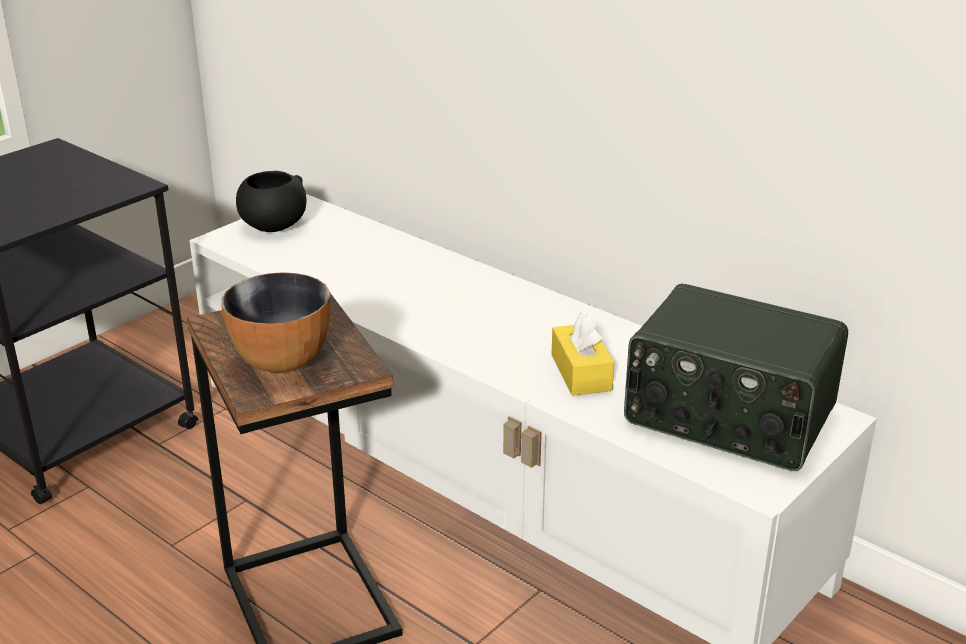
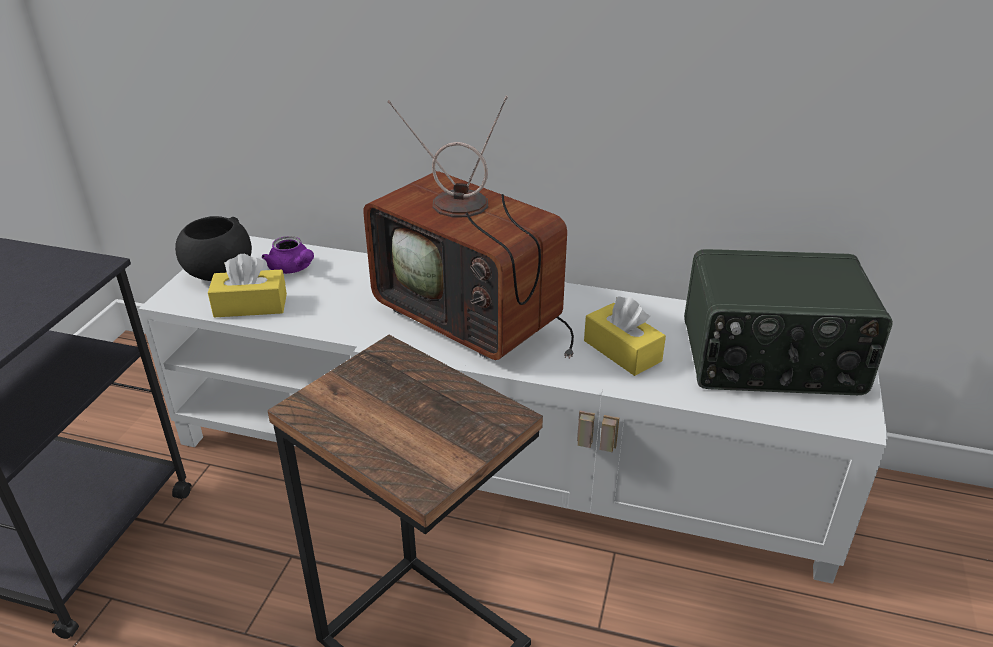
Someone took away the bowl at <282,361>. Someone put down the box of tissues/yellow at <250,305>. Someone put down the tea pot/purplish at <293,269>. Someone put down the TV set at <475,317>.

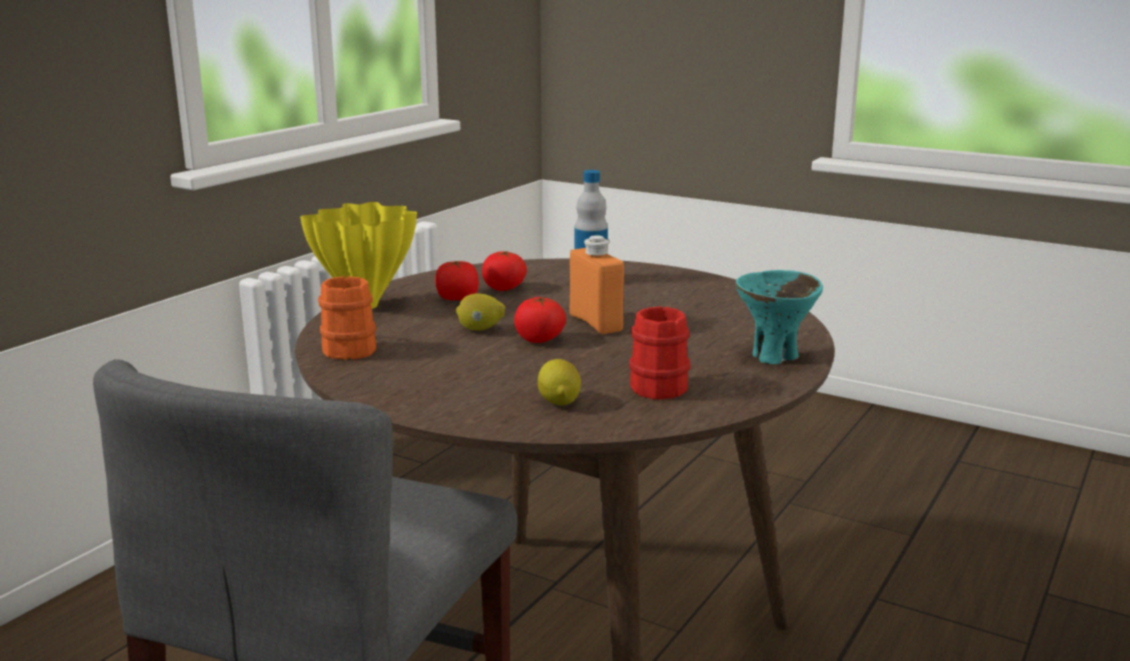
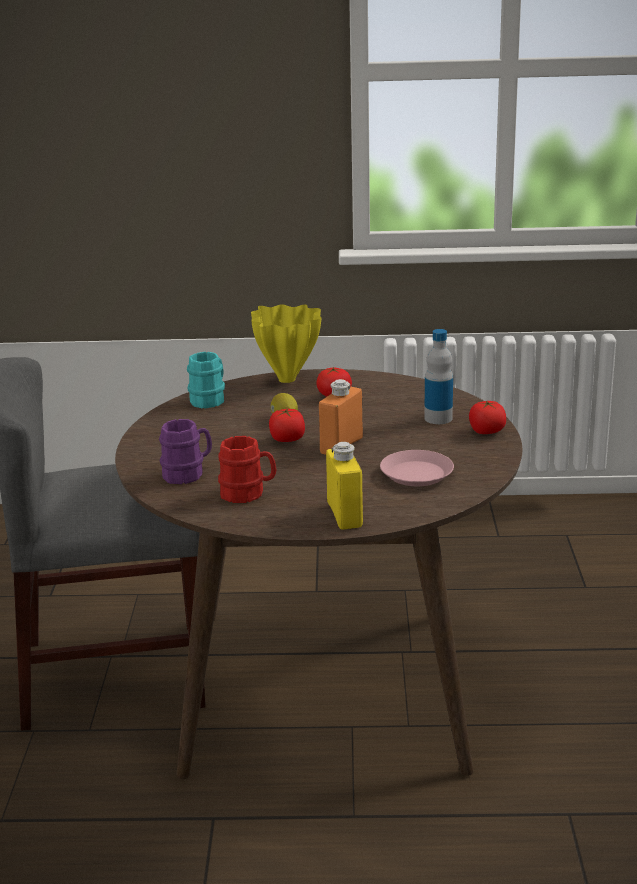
Someone repainted the mug/orange at <346,348>, which became the mug/blue-green at <210,399>. Someone carried the tomato from <504,288> to <486,432>. Someone swapped the whole lemon at <559,401> for the mug/purplish at <188,473>. Someone swapped the bowl/blue-green at <774,357> for the beverage bottle/yellow at <344,515>. Someone put down the dinner plate/pink at <417,474>.

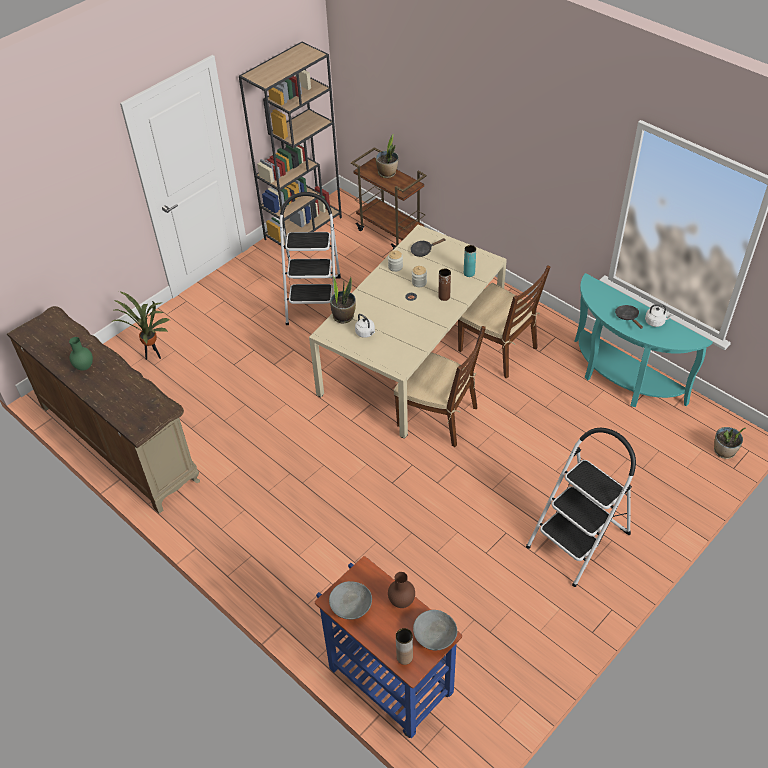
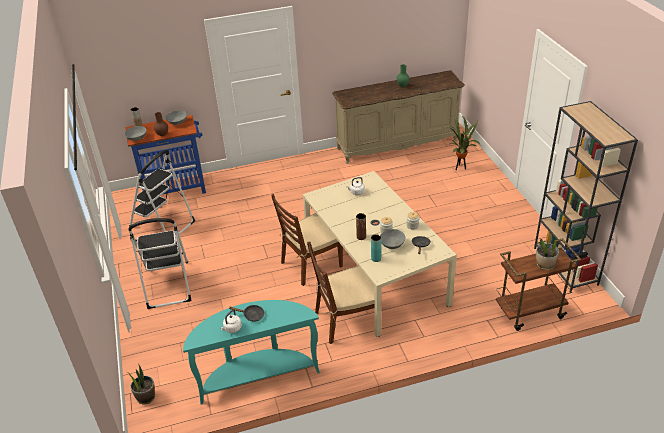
Someone carried the step stool from <314,299> to <163,224>. Someone took away the plant in a pot at <343,316>. Someone put down the bowl/grey at <392,244>.

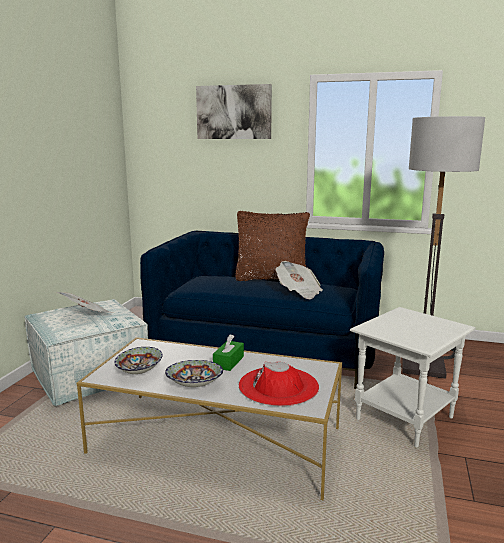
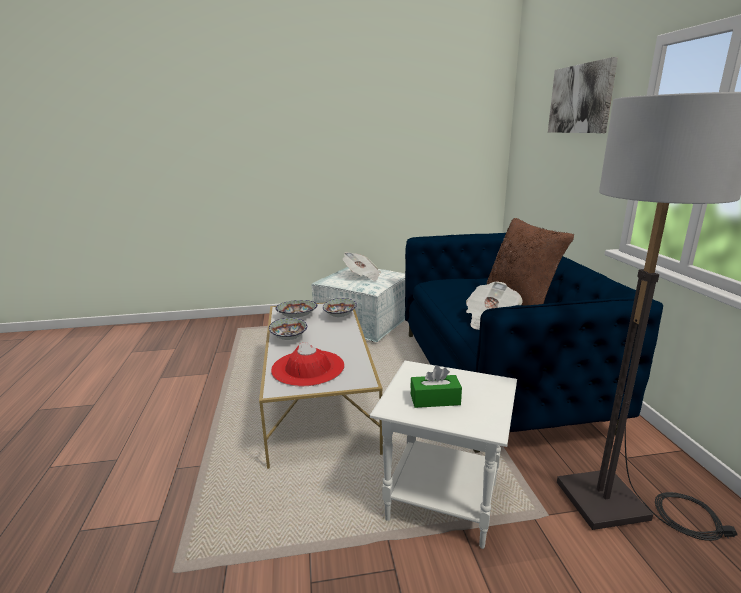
Someone carried the box of tissues/green-coloured from <228,362> to <435,399>. Someone put down the bowl at <340,316>.

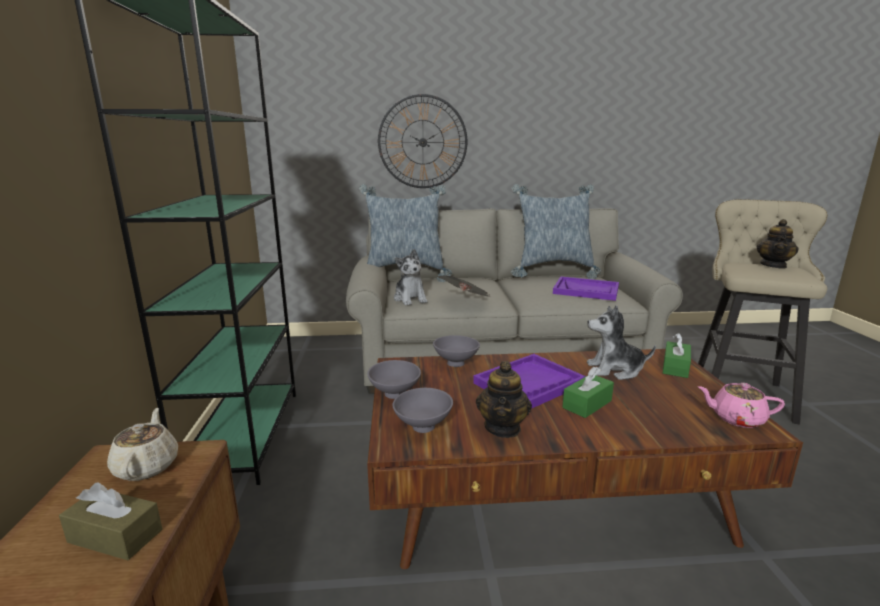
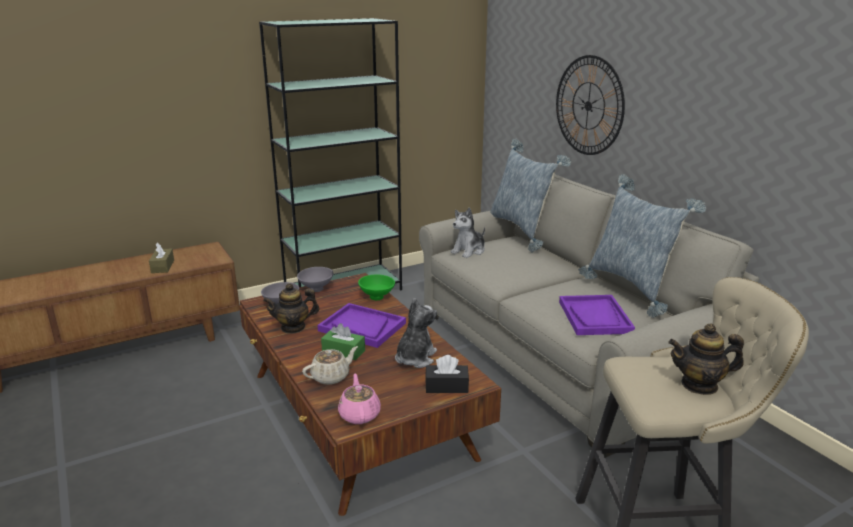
Someone carried the tea pot/beige-coloured from <147,466> to <331,377>. Someone repainted the bowl/grey at <455,363>, which became the bowl/green-coloured at <377,297>. Someone took away the newspaper at <466,301>. Someone rotated the soft toy at <614,370> by 45 degrees clockwise. Someone repainted the box of tissues/green-coloured at <675,367>, which became the box of tissues/black-coloured at <446,386>.

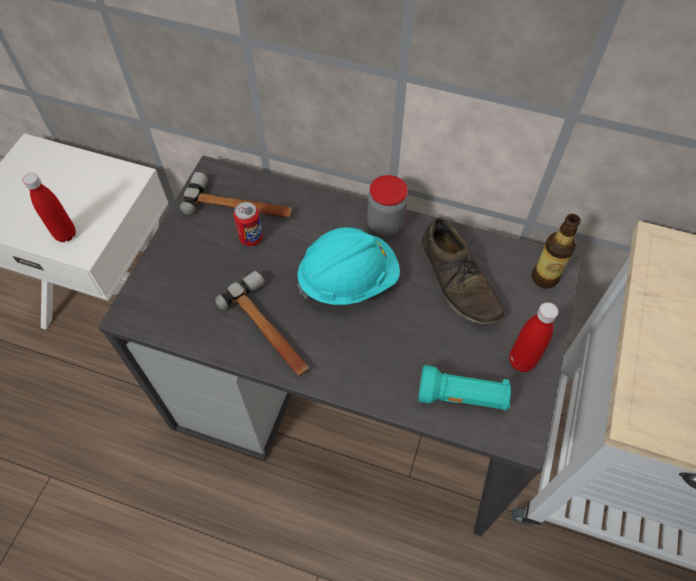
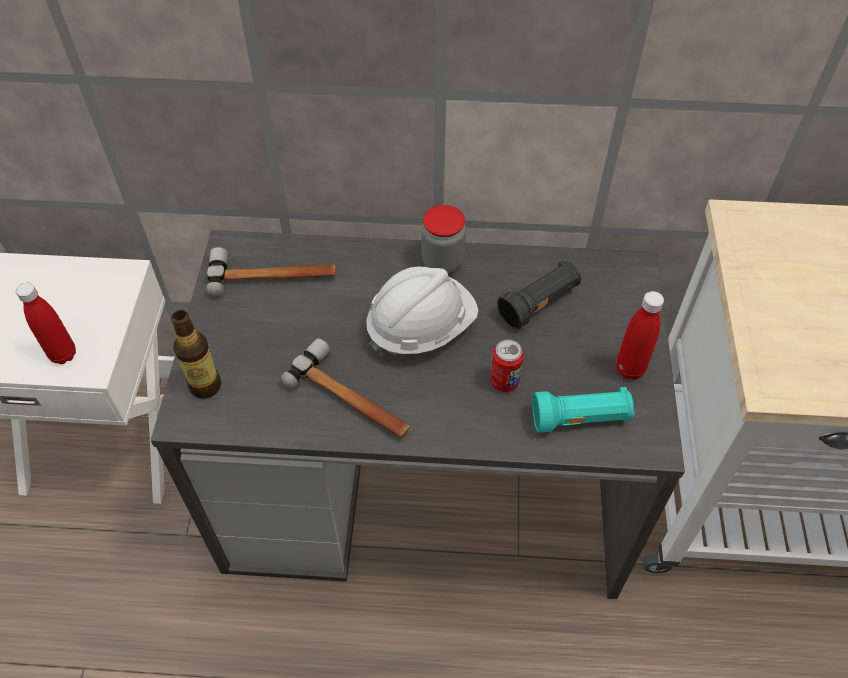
Someone carried the metal can from <251,238> to <504,381>. Someone repainted the work helmet/blue-green at <348,280>, which became the work helmet/whitish at <421,328>. Someone swapped the item of footwear/brownish at <458,281> for the torch/black-coloured at <539,304>. Someone carried the beverage bottle from <544,278> to <205,386>.

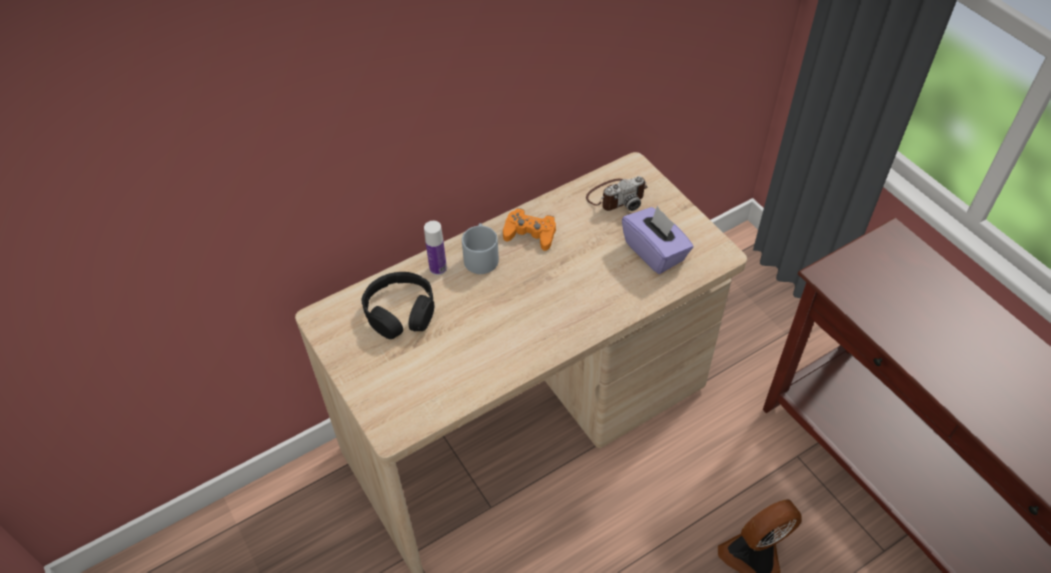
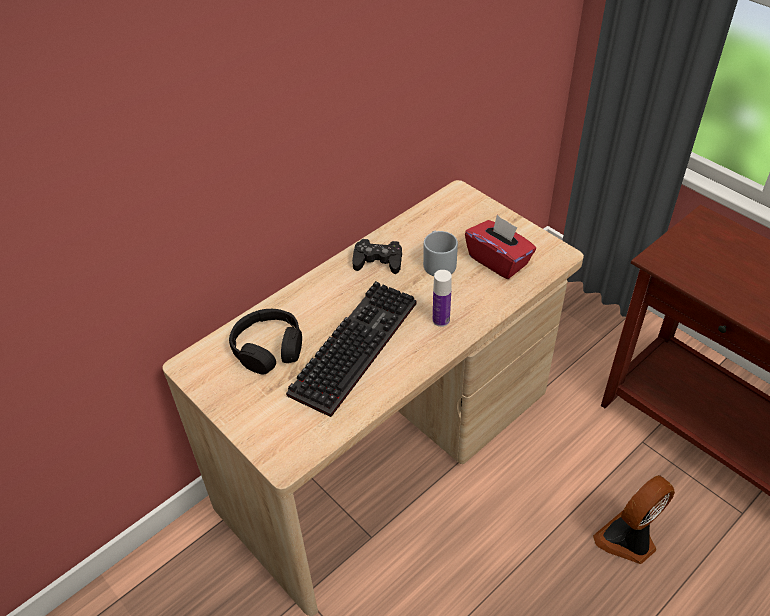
Someone carried the beverage bottle from <438,268> to <441,320>. Someone carried the mug/grey from <480,256> to <437,262>. Someone repainted the joypad/orange at <530,233>, which became the joypad/black-coloured at <378,261>. Someone took away the still camera at <616,197>. Someone repainted the box of tissues/purplish at <655,252>, which became the box of tissues/red-coloured at <498,261>. Someone put down the PC keyboard at <353,345>.

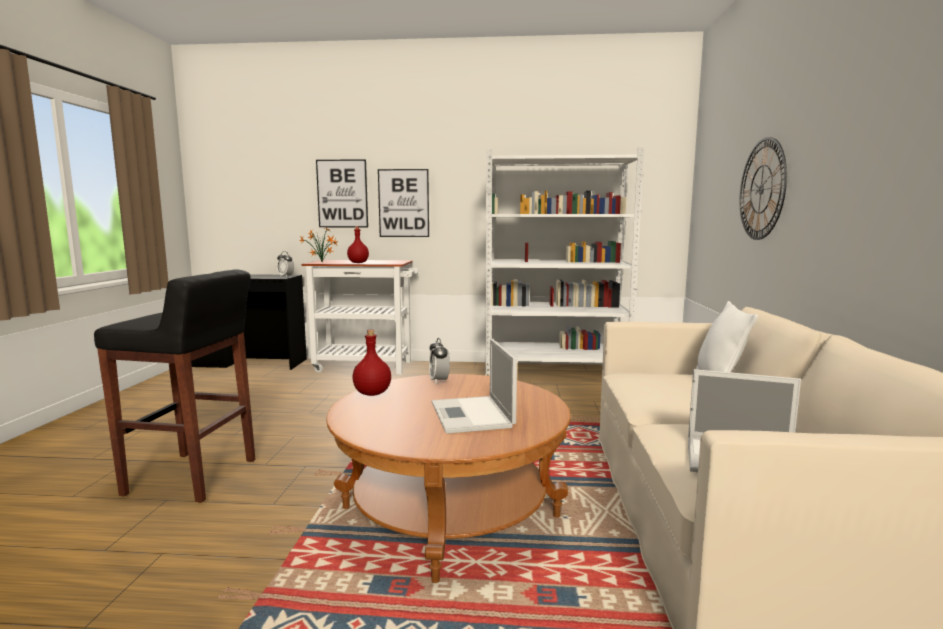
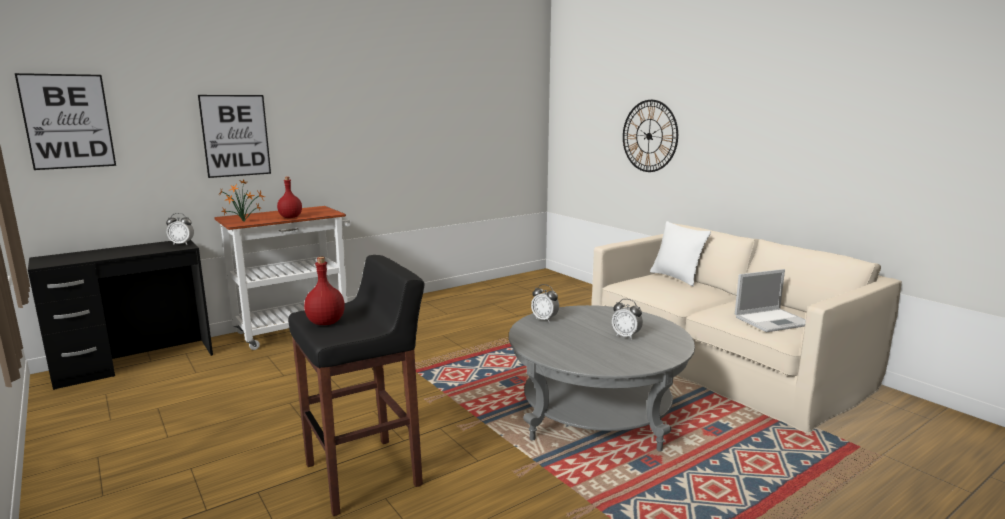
Someone repainted the low table/brownish at <450,512>, which became the low table/grey at <596,413>. Someone carried the beverage bottle/red-coloured from <373,393> to <326,322>. Someone carried the picture from <403,203> to <68,121>. Someone swapped the laptop at <472,415> for the table clock at <626,336>. Someone took away the bookcase/whitish at <554,374>.

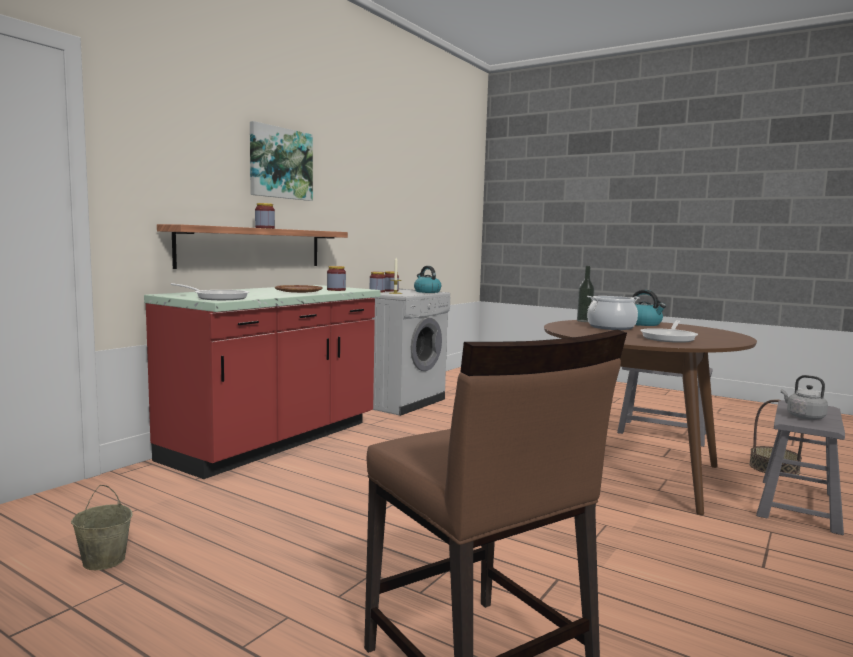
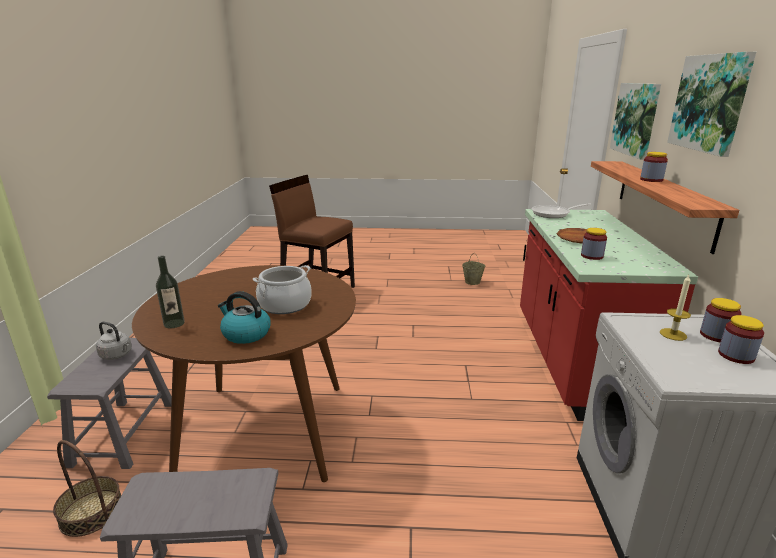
Someone took away the kettle at <426,292>. Someone carried the beverage bottle from <584,321> to <174,323>. Someone took away the skillet at <669,338>. Someone put up the picture at <636,119>.

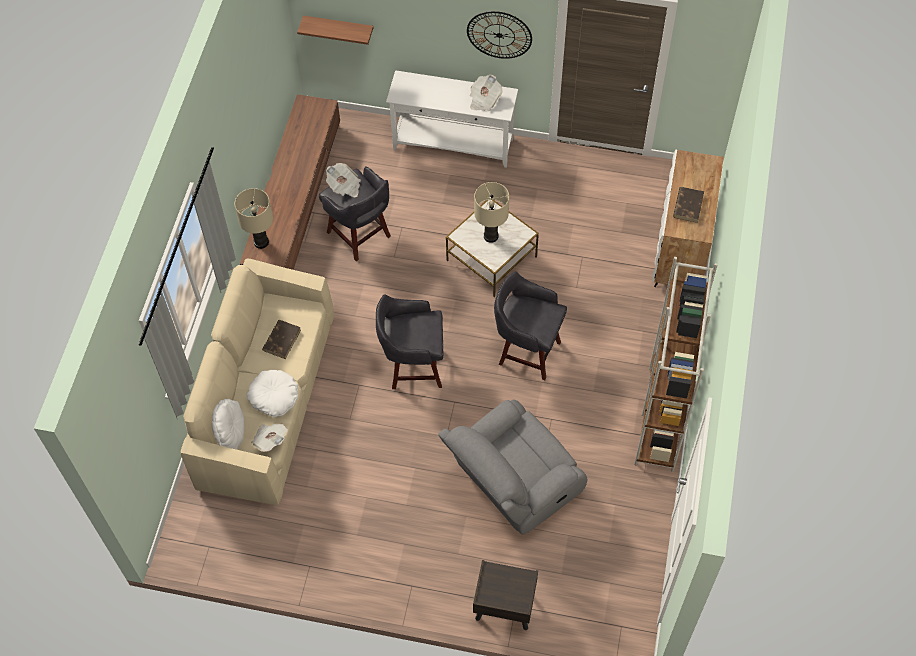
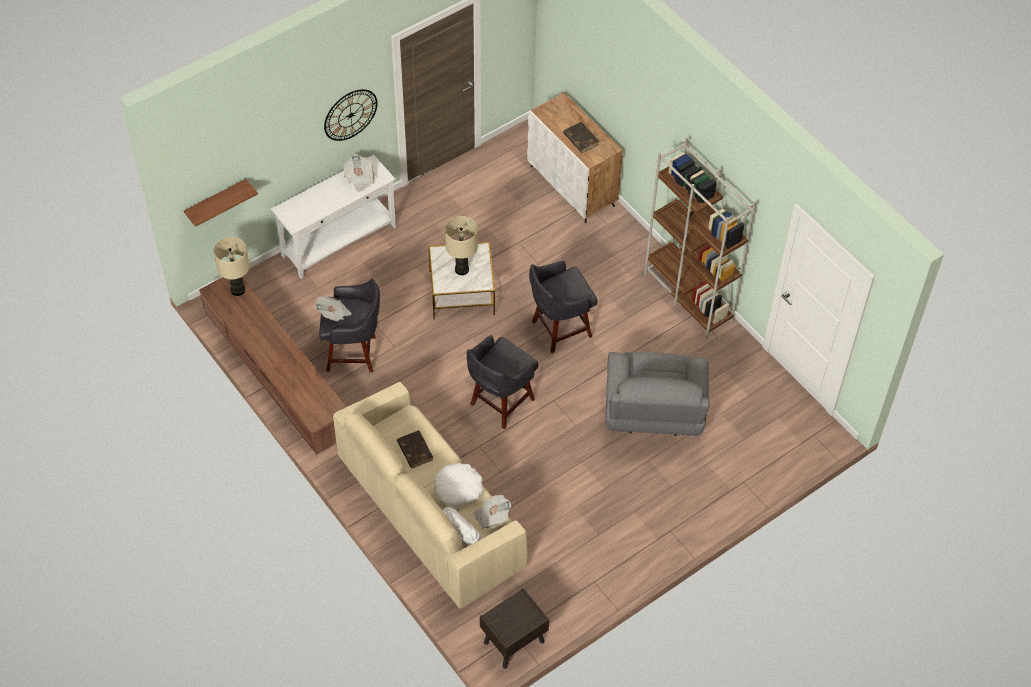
Someone carried the table lamp/beige-coloured from <261,242> to <237,290>. Someone carried the nightstand/brownish from <504,607> to <513,643>.

